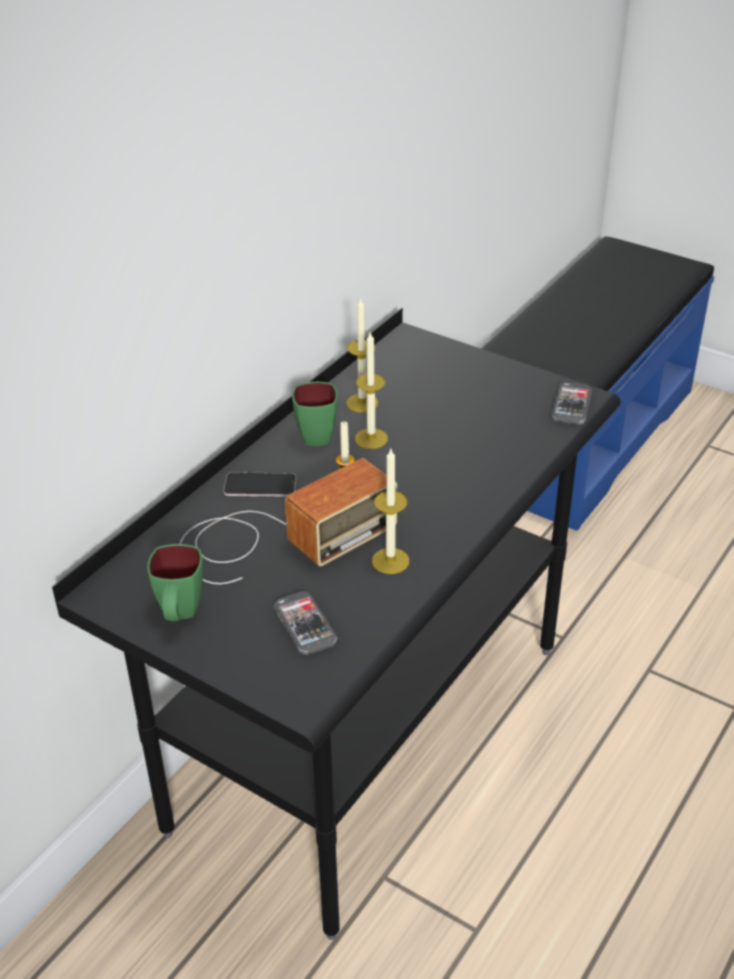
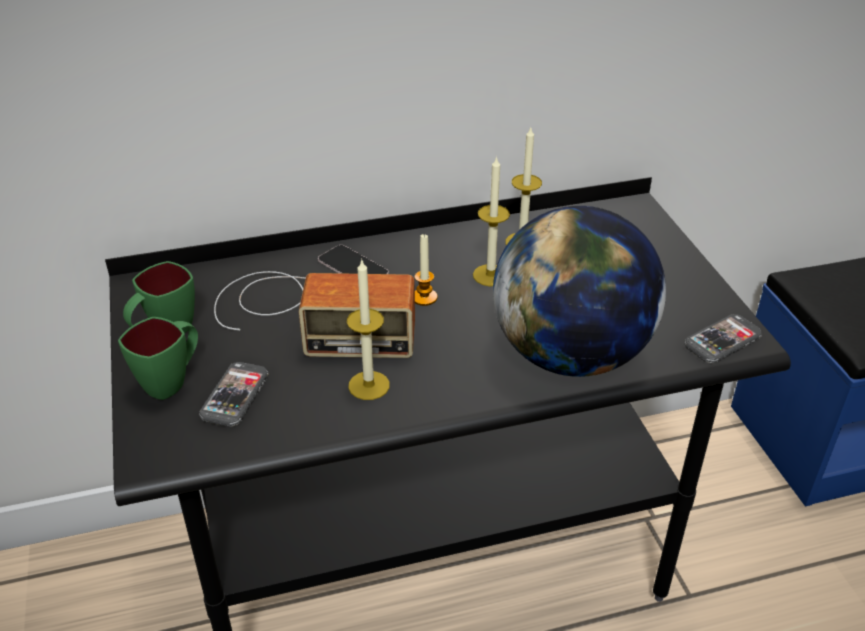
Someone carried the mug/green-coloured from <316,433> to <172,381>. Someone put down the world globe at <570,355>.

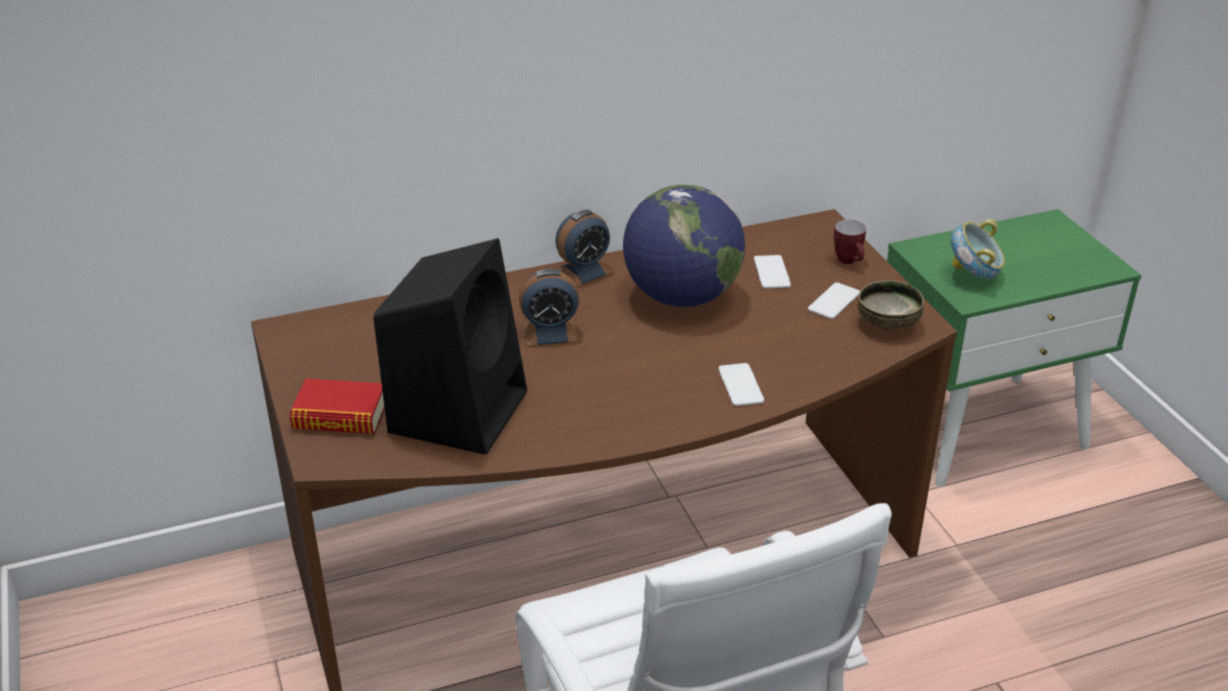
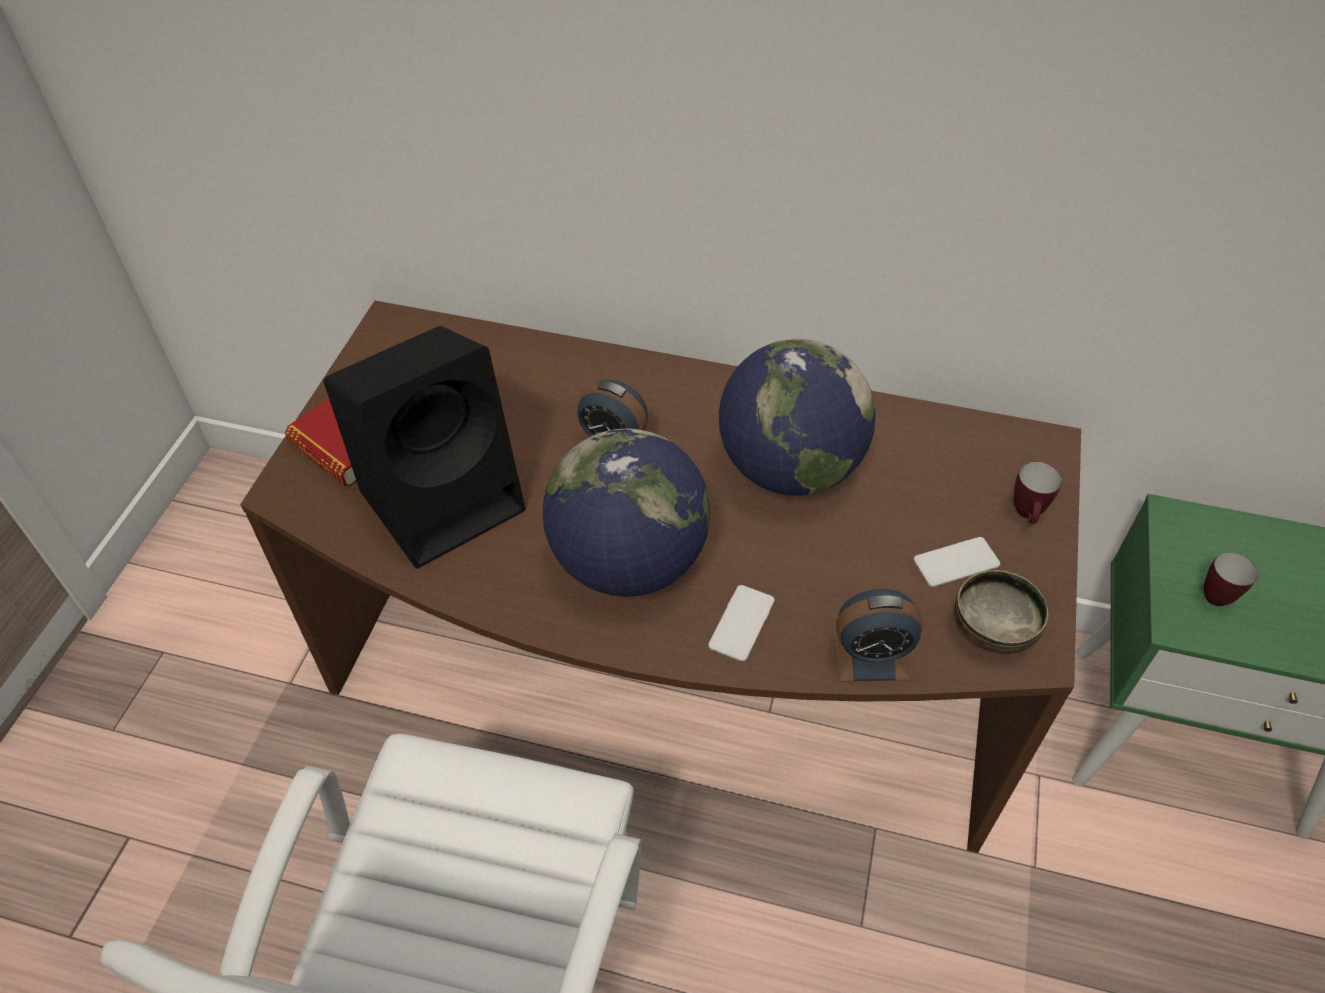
Someone carried the table clock from <583,272> to <870,656>. Someone took away the handset at <771,273>. Someone swapped the bowl at <973,276> for the mug at <1218,594>. Someone put down the world globe at <628,562>.

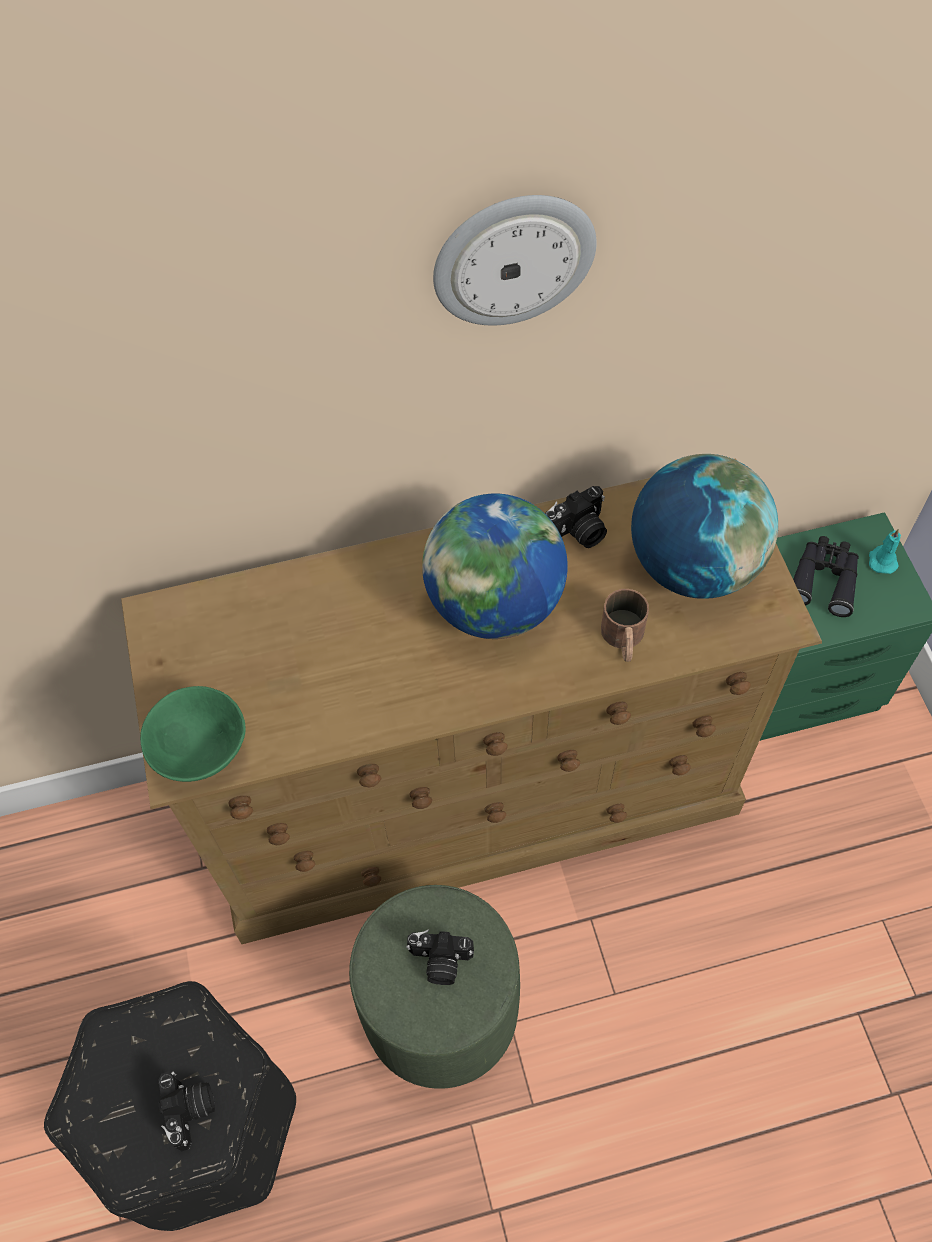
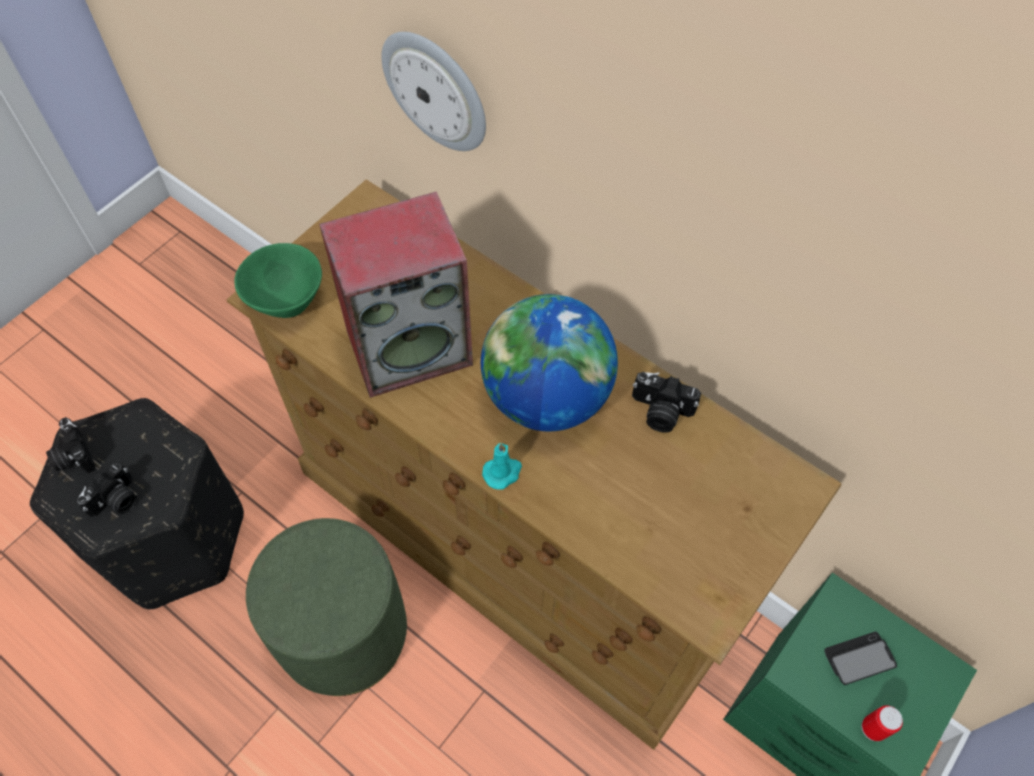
Someone carried the still camera from <440,962> to <73,456>. Someone carried the wall clock from <513,259> to <436,90>. Someone took away the mug/brownish at <623,639>. Someone took away the world globe at <693,565>. Someone swapped the pair of binoculars/black-coloured at <824,579> for the handset at <859,658>. Someone carried the wax light/blue-green from <882,560> to <503,472>. Someone put down the audio speaker at <410,346>. Someone put down the metal can at <873,728>.

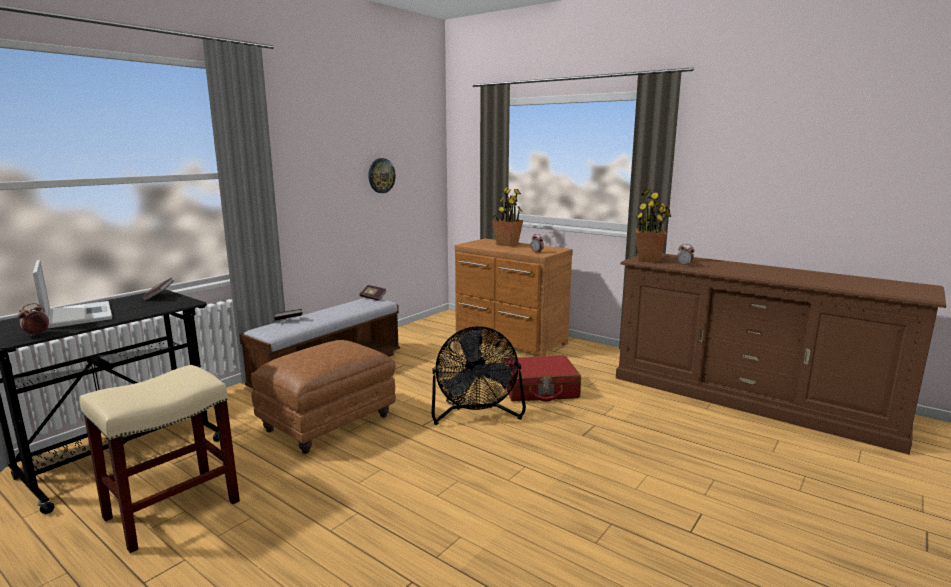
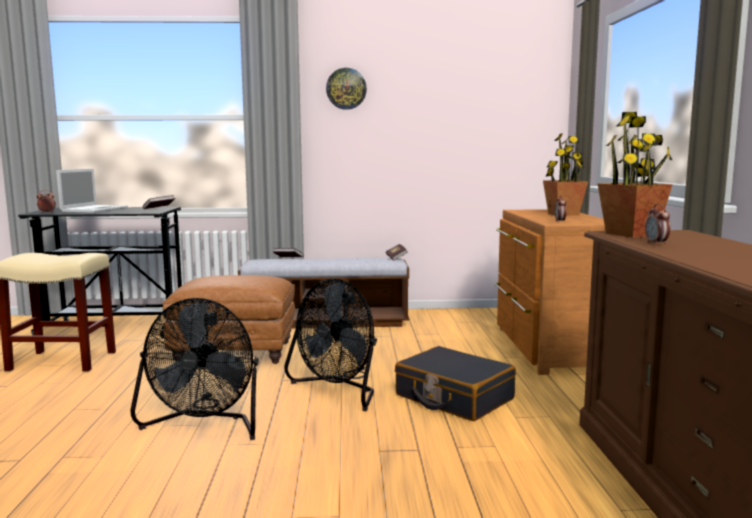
Someone carried the wall clock from <381,175> to <346,89>. Someone repainted the piece of luggage/red-coloured at <539,389>, which became the piece of luggage/black-coloured at <453,397>. Someone put down the cooling fan/black-coloured at <203,423>.

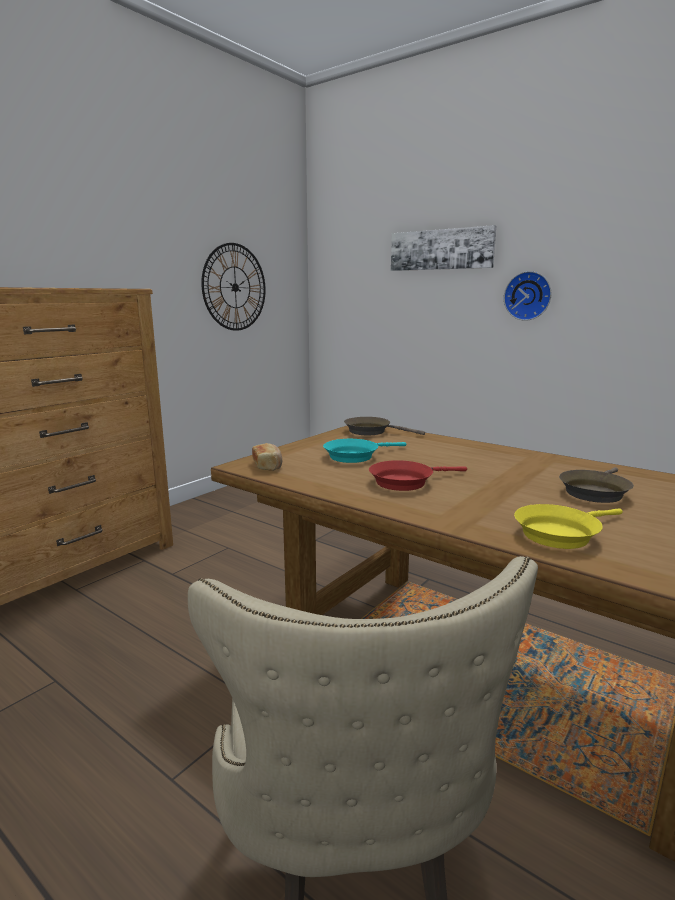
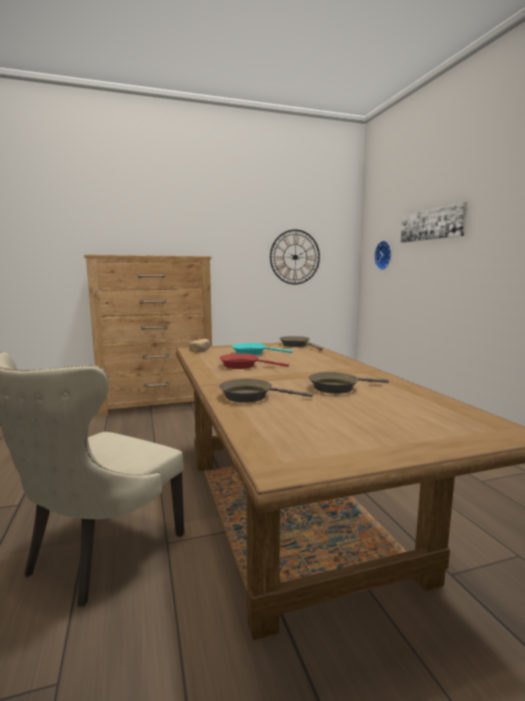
Someone carried the wall clock from <528,296> to <384,255>. Someone repainted the skillet/yellow at <560,533>, which became the skillet/brownish at <251,396>.

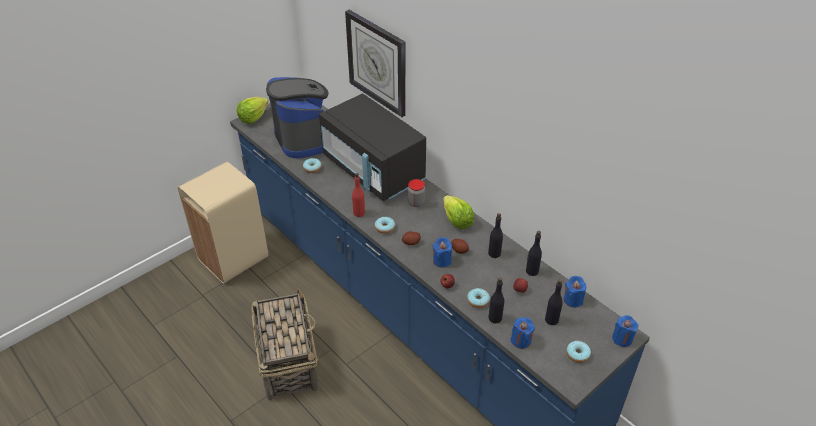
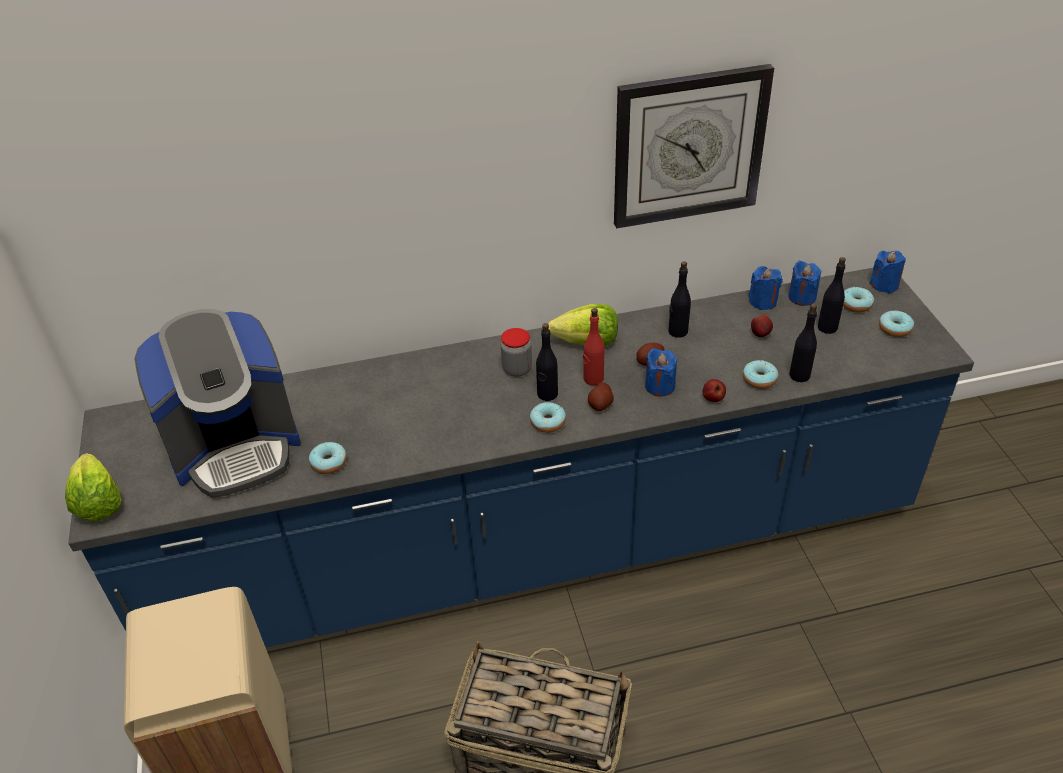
Someone rotated the coffee maker at <304,138> by 150 degrees clockwise. Someone took away the microwave/black-coloured at <373,170>. Someone carried the wall clock from <377,62> to <688,146>. Someone carried the beverage bottle/red-coloured from <359,213> to <593,379>. Someone carried the wax light/blue from <521,340> to <762,301>. Someone carried the beverage bottle/black-coloured from <531,271> to <547,394>. Someone put down the donut at <856,304>.

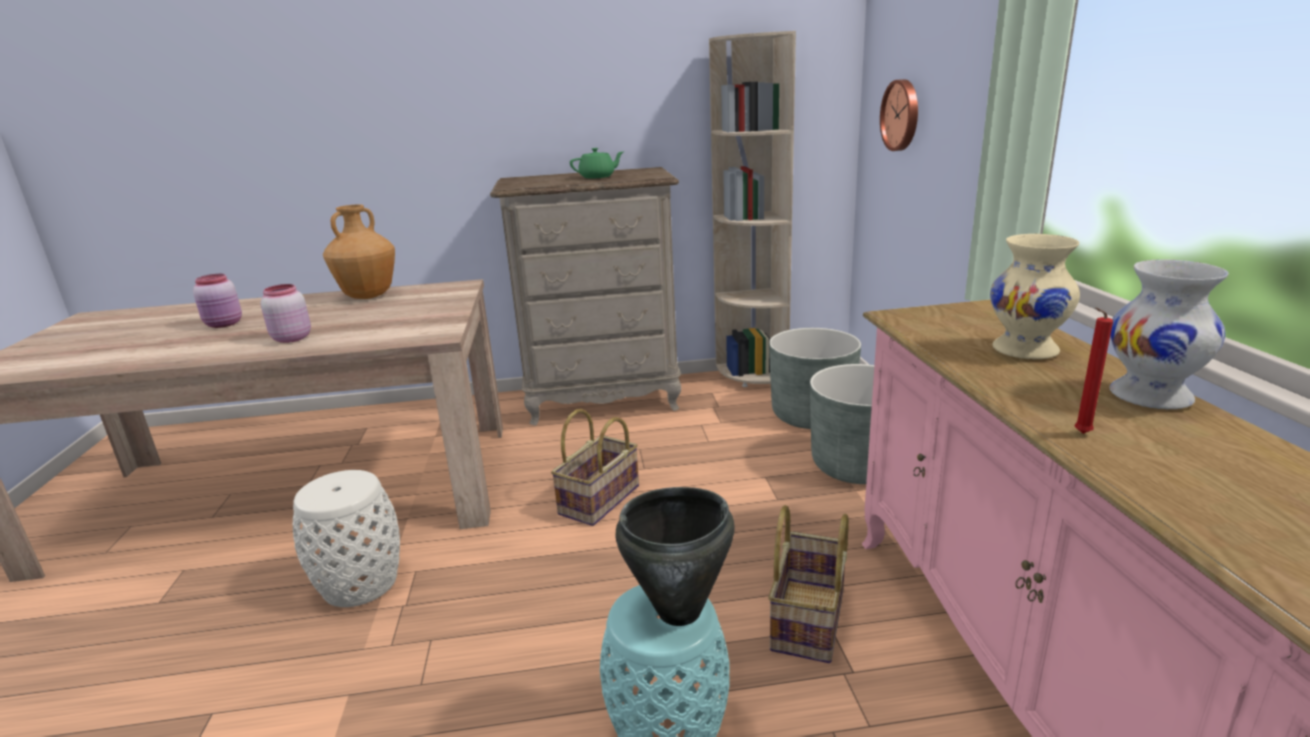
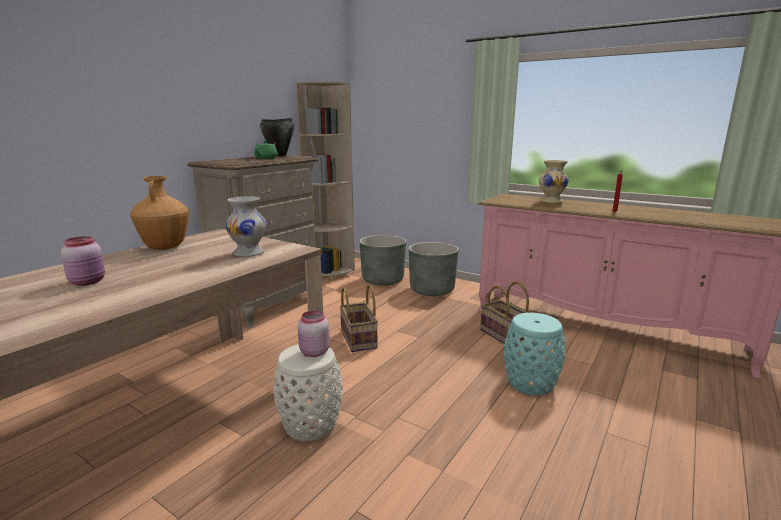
Someone carried the storage jar/pink from <291,338> to <313,352>. Someone carried the saucepot/black-coloured from <680,611> to <279,155>. Someone took away the wall clock at <902,115>. Someone carried the decorative vase/whitish from <1148,396> to <248,253>.

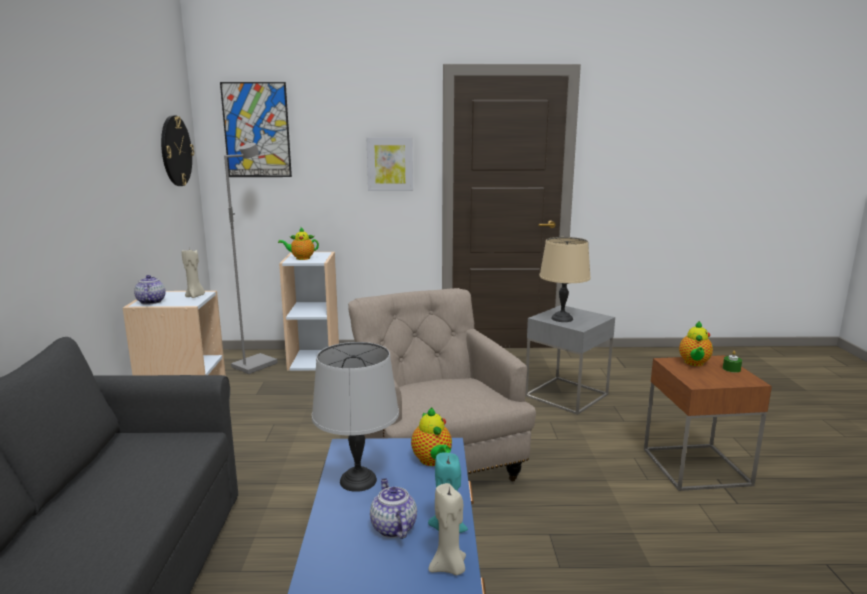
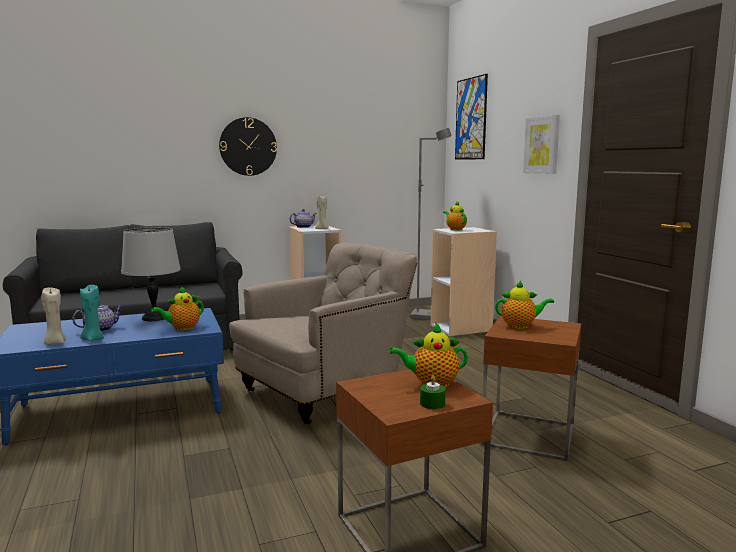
Someone carried the wall clock from <176,151> to <248,146>. Someone repainted the accent table/grey at <566,395>, which became the accent table/brownish at <529,434>. Someone swapped the table lamp/beige-coloured at <562,319> for the tea pot at <520,326>.

